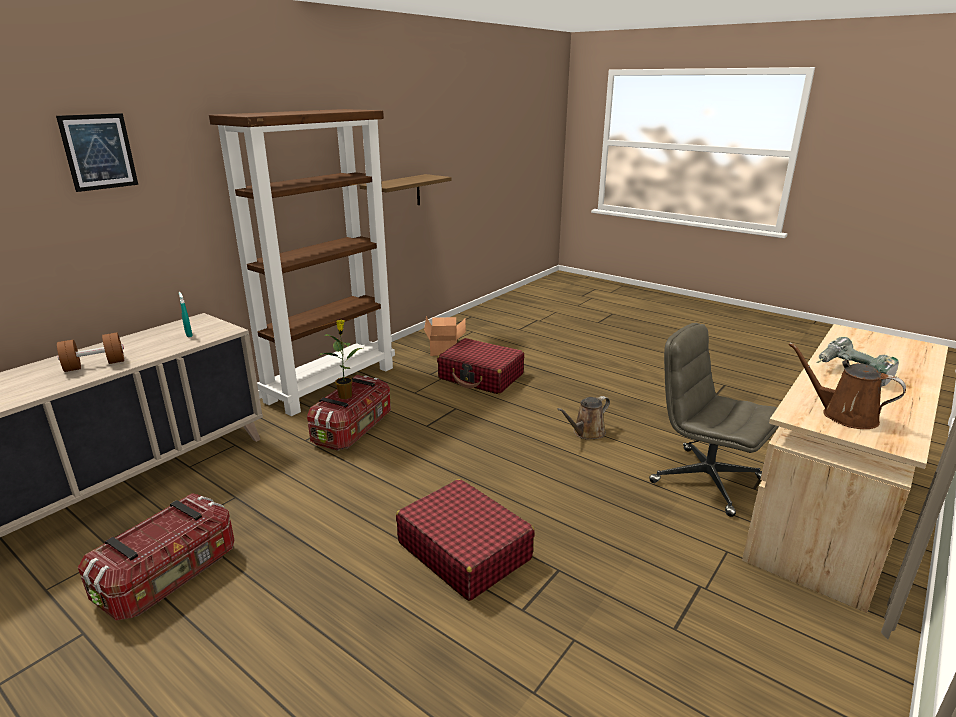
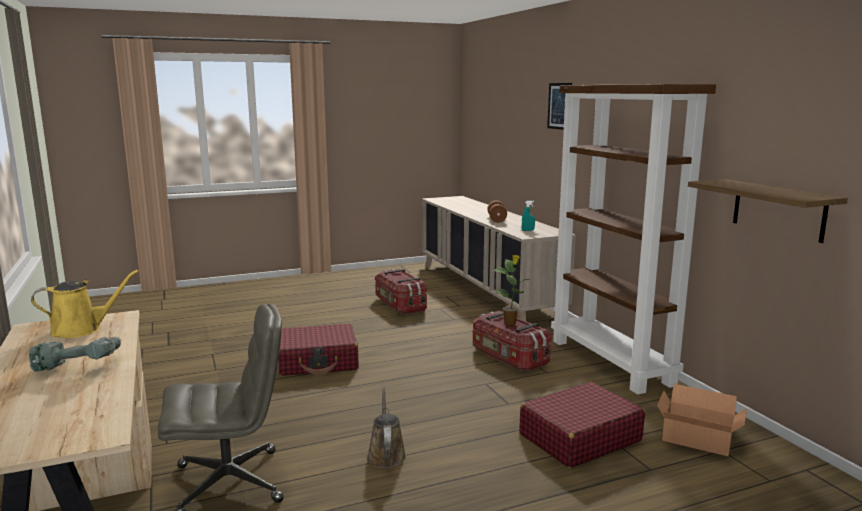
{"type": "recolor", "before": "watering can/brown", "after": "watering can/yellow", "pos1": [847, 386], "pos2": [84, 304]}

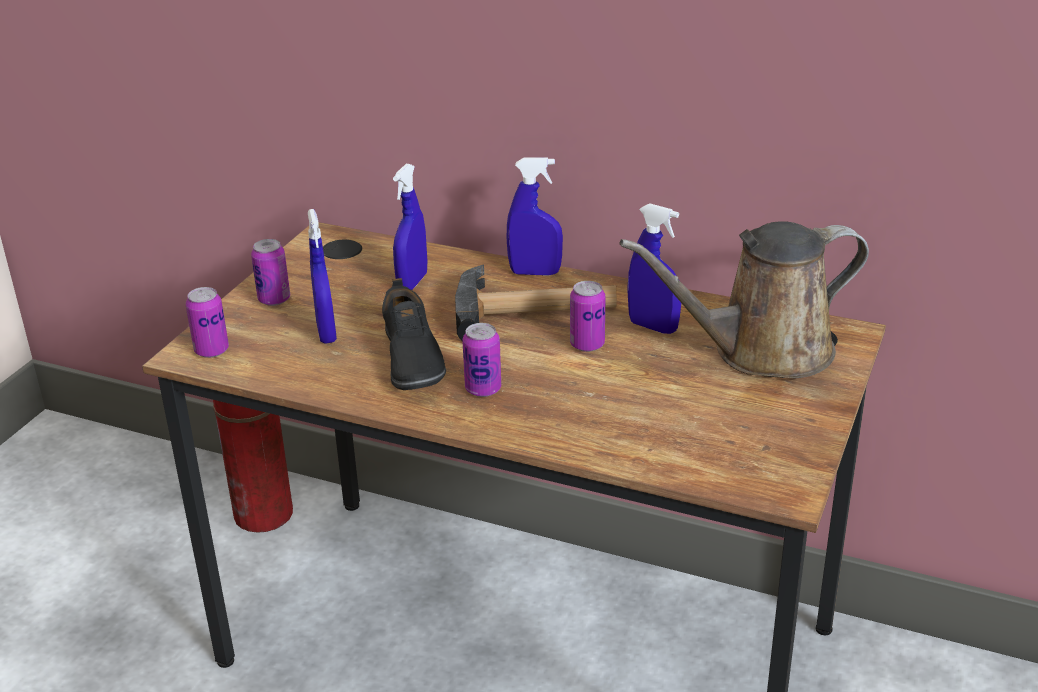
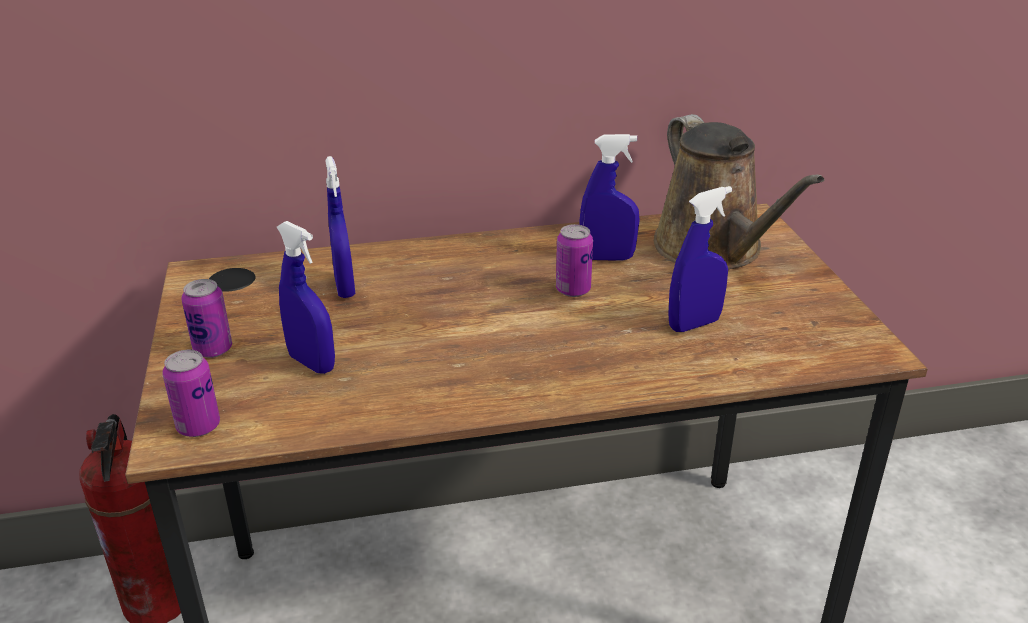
{"type": "delete", "before": "shoe/black", "pos1": [414, 334]}
{"type": "delete", "before": "hammer", "pos1": [536, 302]}
{"type": "delete", "before": "can", "pos1": [481, 360]}
{"type": "move", "before": "spray bottle/blue", "pos1": [535, 216], "pos2": [700, 259]}
{"type": "rotate", "before": "watering can/brown", "pos1": [744, 300], "pos2": [739, 191], "turn": -60}

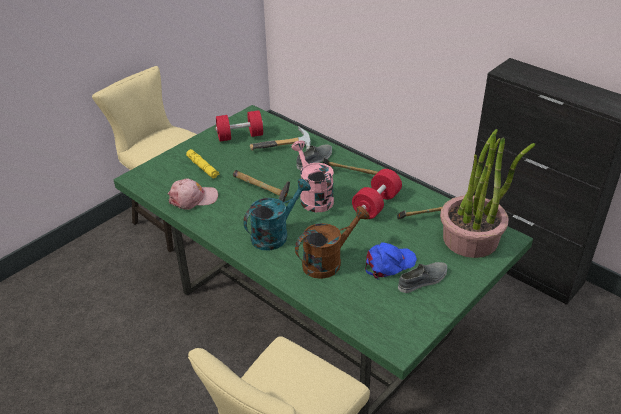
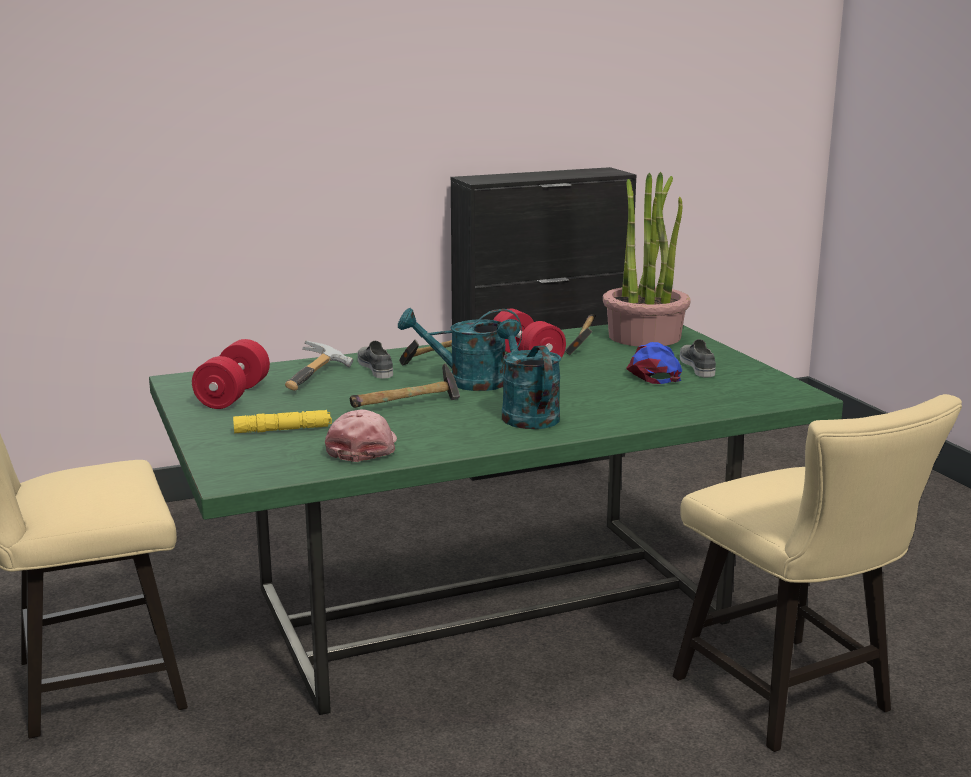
{"type": "recolor", "before": "watering can/pink", "after": "watering can/turquoise", "pos1": [312, 176], "pos2": [460, 349]}
{"type": "delete", "before": "watering can/brown", "pos1": [332, 242]}

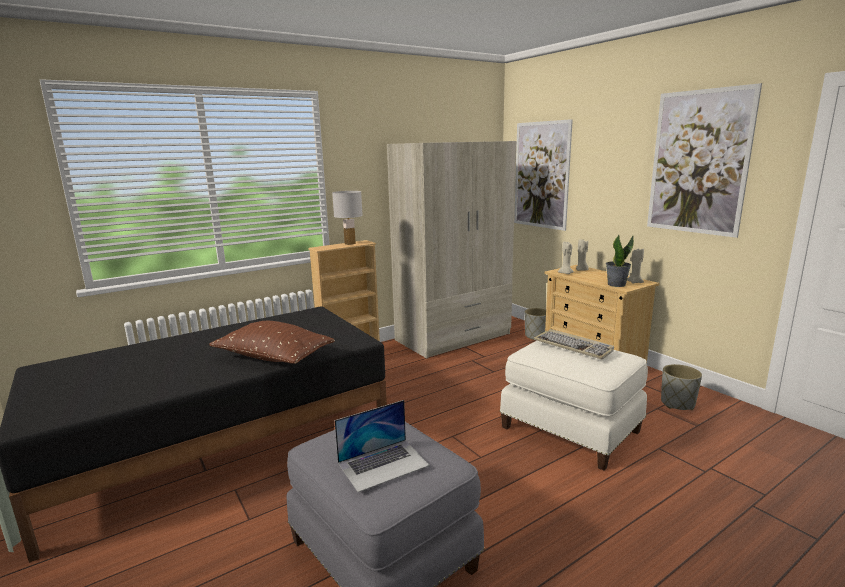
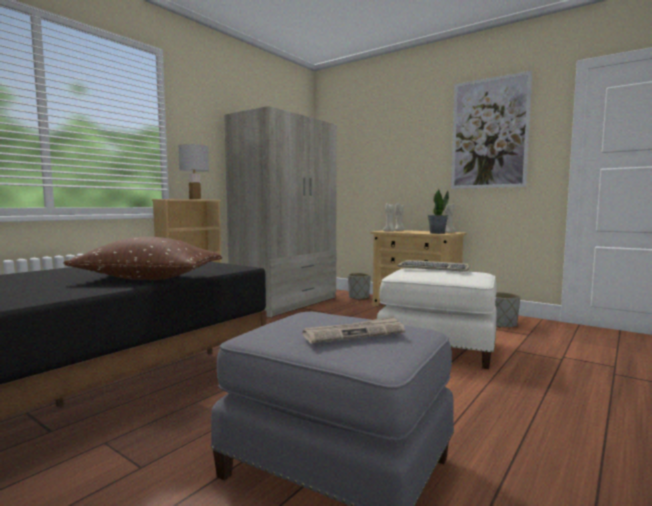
{"type": "replace", "before": "laptop", "after": "newspaper", "pos1": [382, 446], "pos2": [353, 329]}
{"type": "delete", "before": "picture", "pos1": [543, 175]}

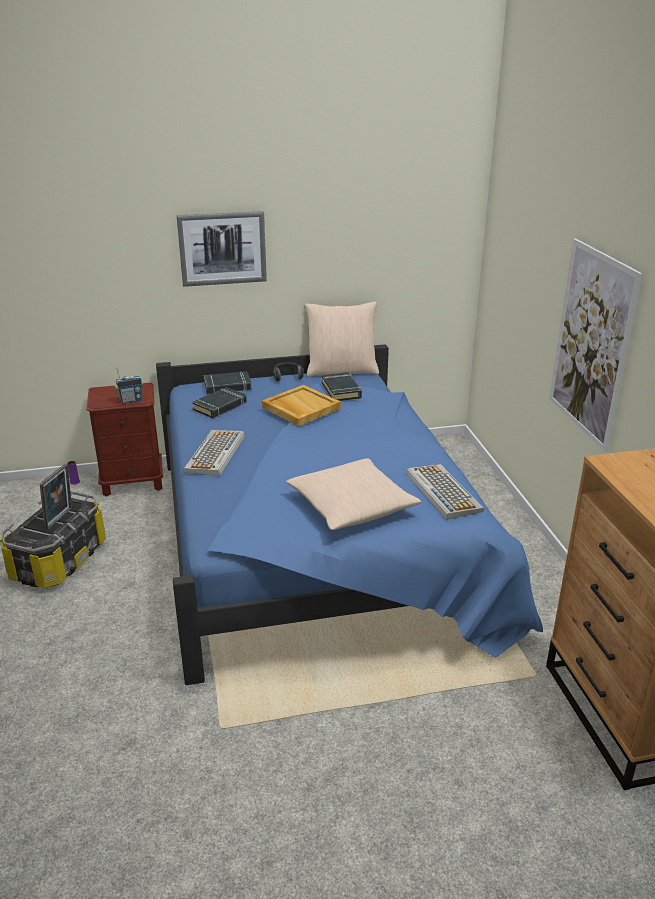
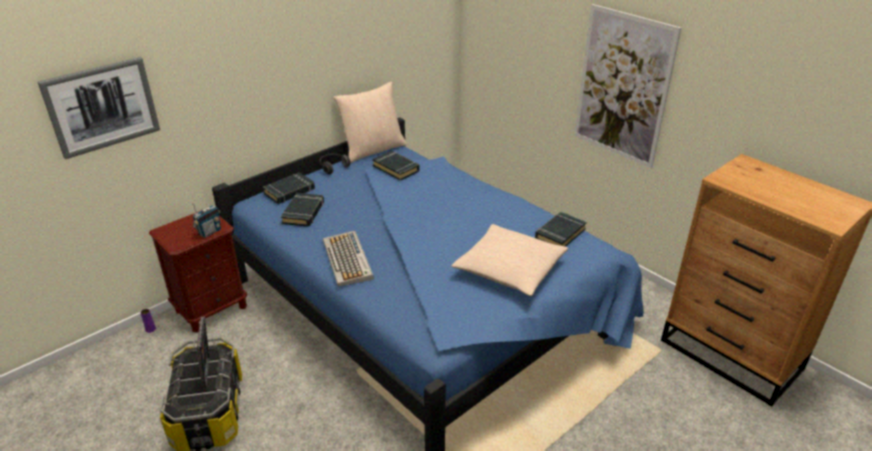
{"type": "move", "before": "picture", "pos1": [221, 249], "pos2": [99, 108]}
{"type": "delete", "before": "tray/beige", "pos1": [301, 405]}
{"type": "replace", "before": "keyboard", "after": "book/black", "pos1": [445, 492], "pos2": [561, 229]}

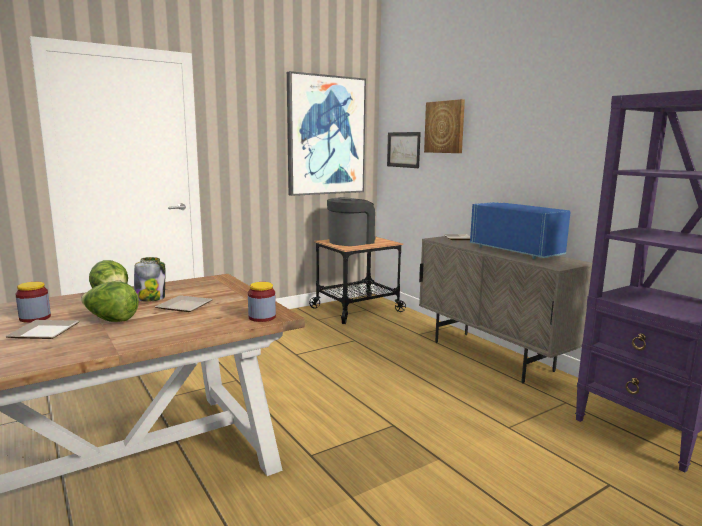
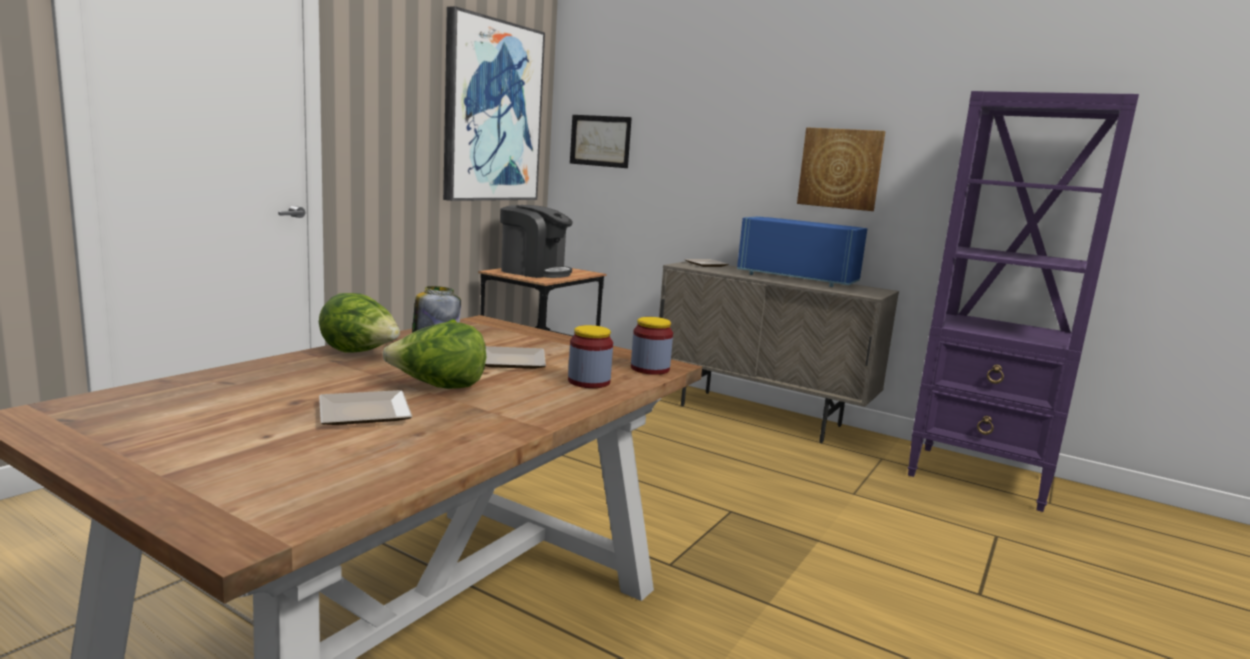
{"type": "move", "before": "jar", "pos1": [33, 302], "pos2": [590, 356]}
{"type": "rotate", "before": "coffee machine", "pos1": [351, 221], "pos2": [536, 241], "turn": 90}
{"type": "move", "before": "picture", "pos1": [444, 126], "pos2": [841, 169]}

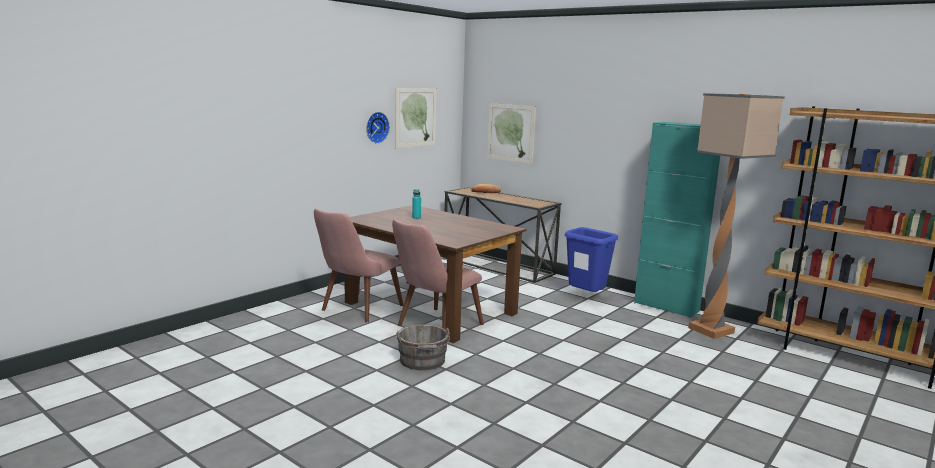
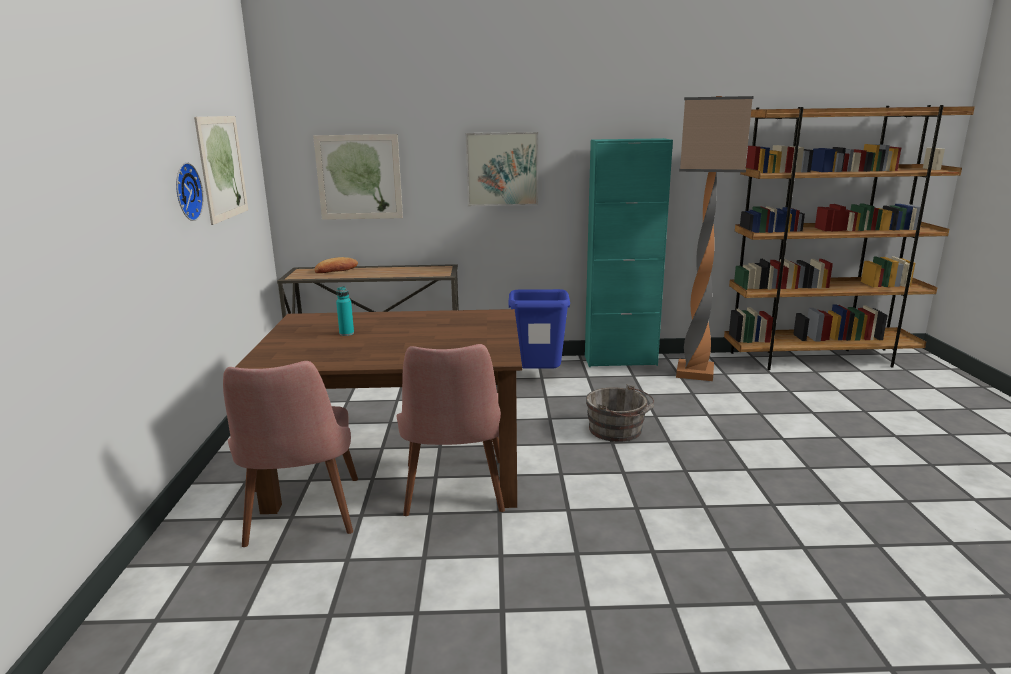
{"type": "move", "before": "bucket/grey", "pos1": [423, 347], "pos2": [620, 413]}
{"type": "insert", "after": "picture", "pos2": [502, 169]}

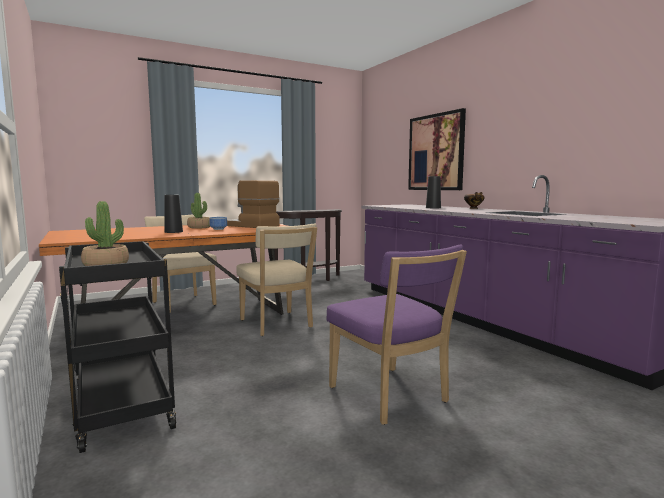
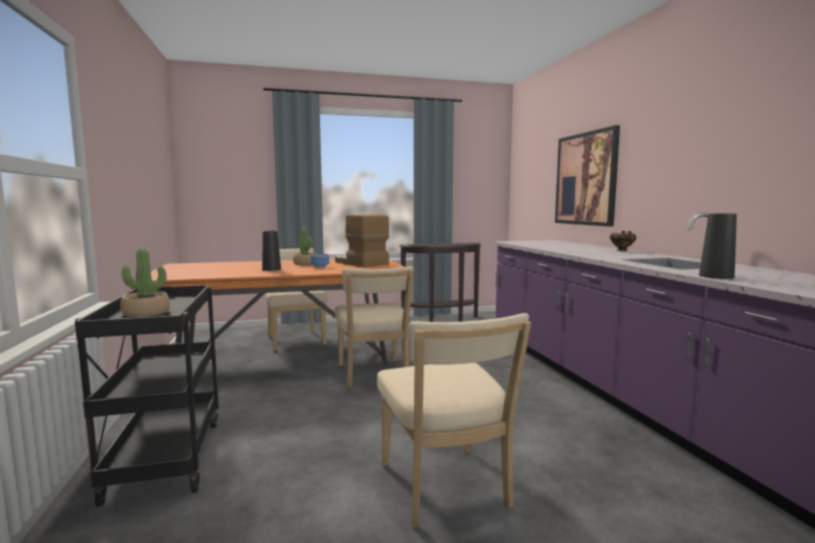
{"type": "recolor", "before": "chair/purple", "after": "chair/beige", "pos1": [396, 335], "pos2": [454, 420]}
{"type": "move", "before": "vase/black", "pos1": [433, 192], "pos2": [718, 246]}

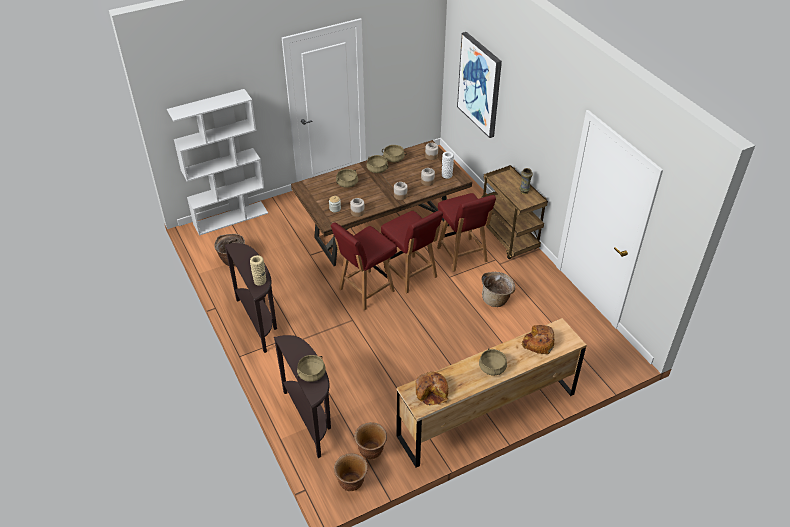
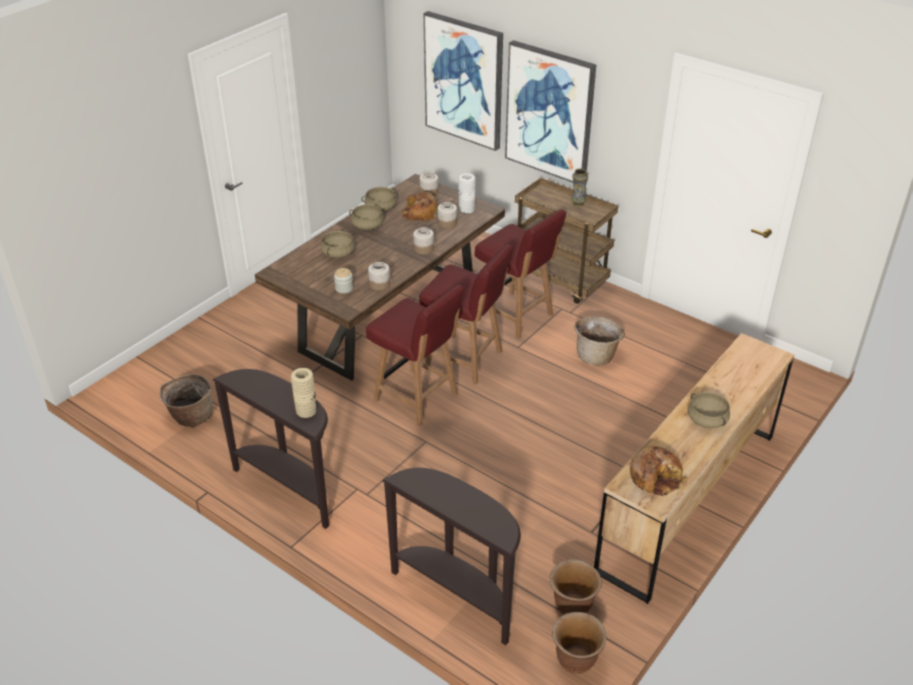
{"type": "delete", "before": "bookcase/white", "pos1": [217, 162]}
{"type": "delete", "before": "cooking pot/beige", "pos1": [311, 368]}
{"type": "rotate", "before": "chair/red", "pos1": [364, 266], "pos2": [415, 355], "turn": -75}
{"type": "move", "before": "bread", "pos1": [537, 339], "pos2": [419, 206]}
{"type": "insert", "after": "picture", "pos2": [550, 111]}

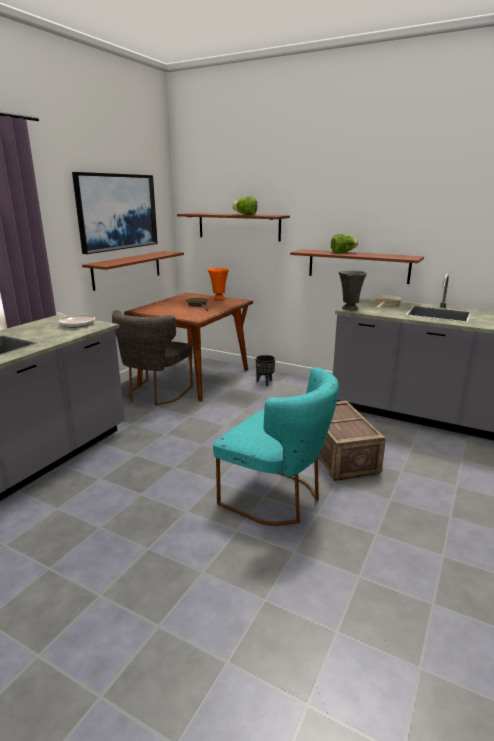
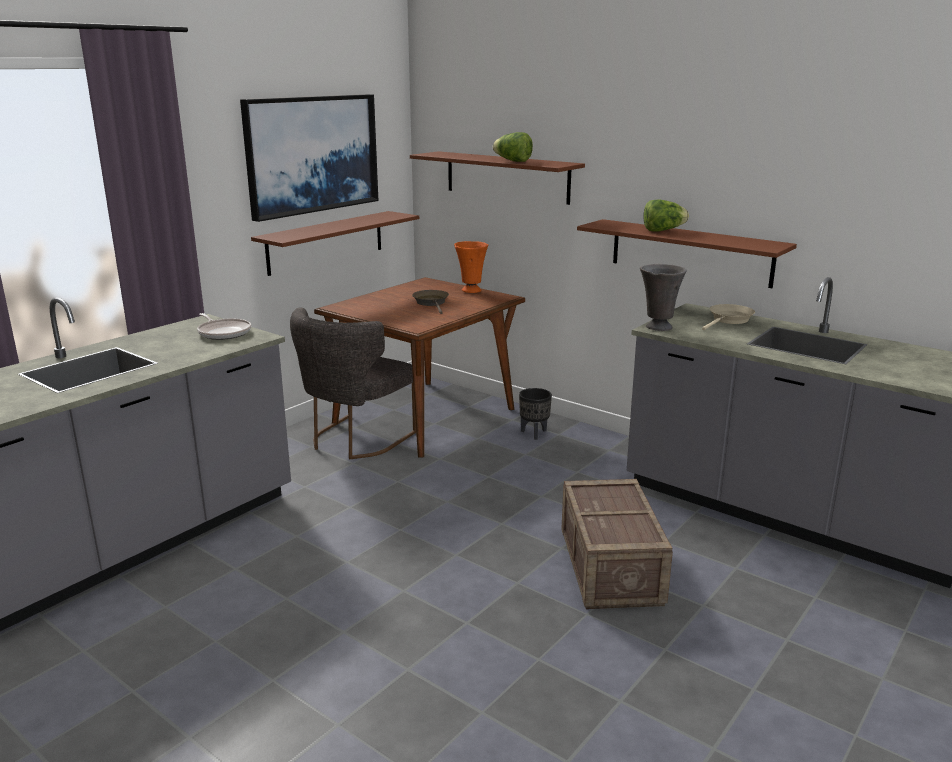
{"type": "delete", "before": "chair/turquoise", "pos1": [276, 446]}

